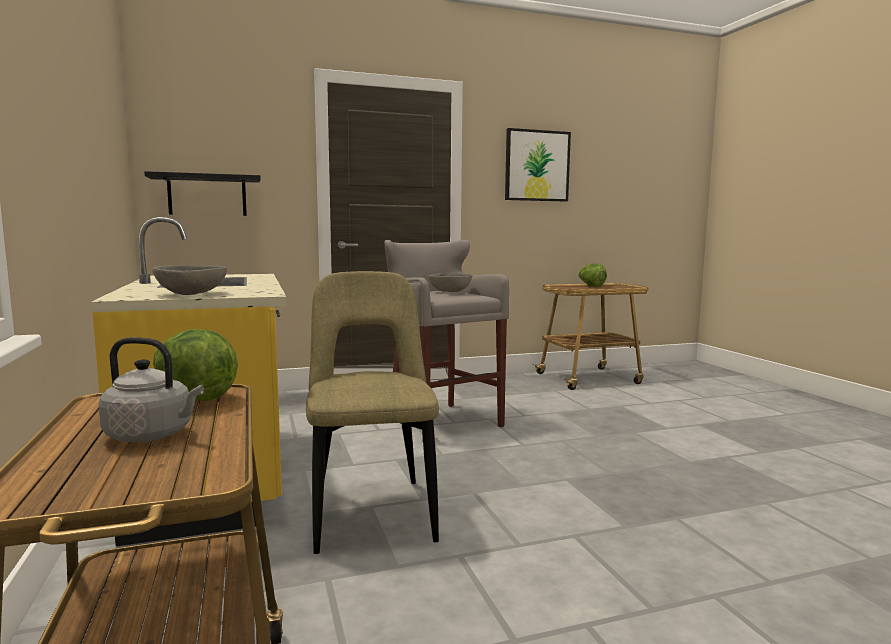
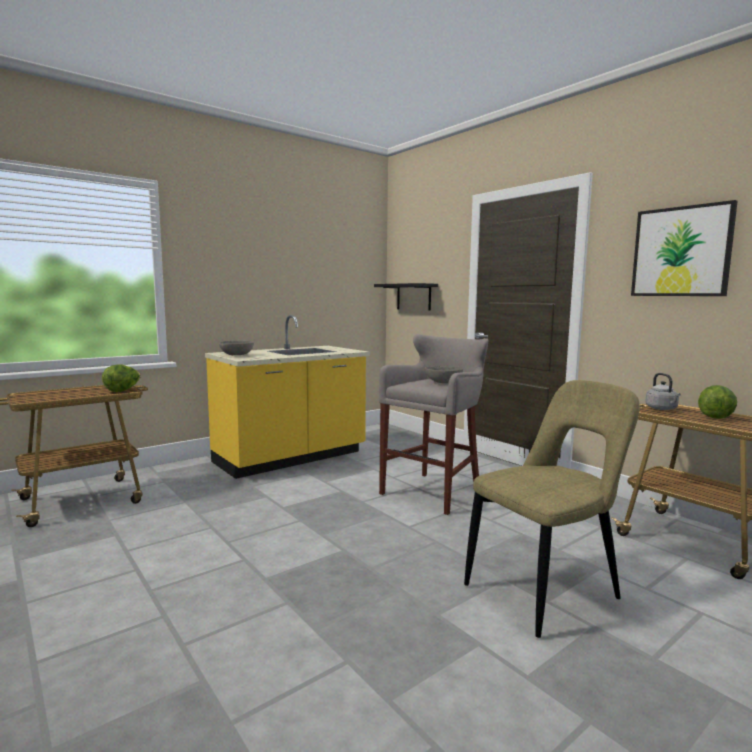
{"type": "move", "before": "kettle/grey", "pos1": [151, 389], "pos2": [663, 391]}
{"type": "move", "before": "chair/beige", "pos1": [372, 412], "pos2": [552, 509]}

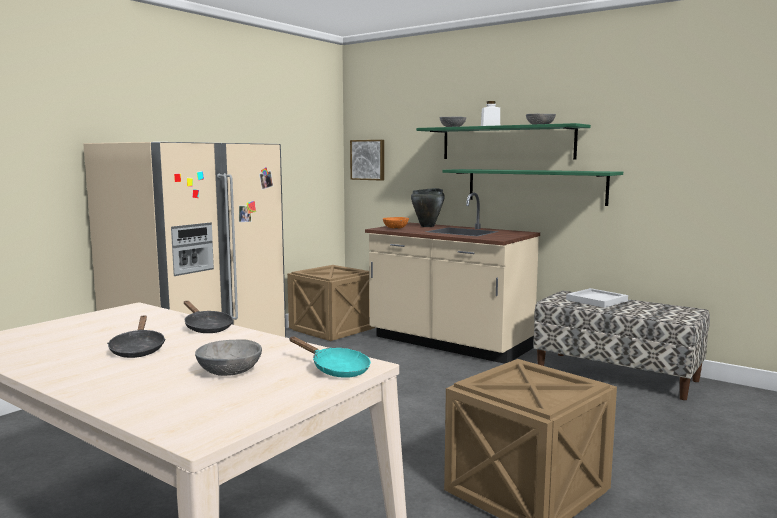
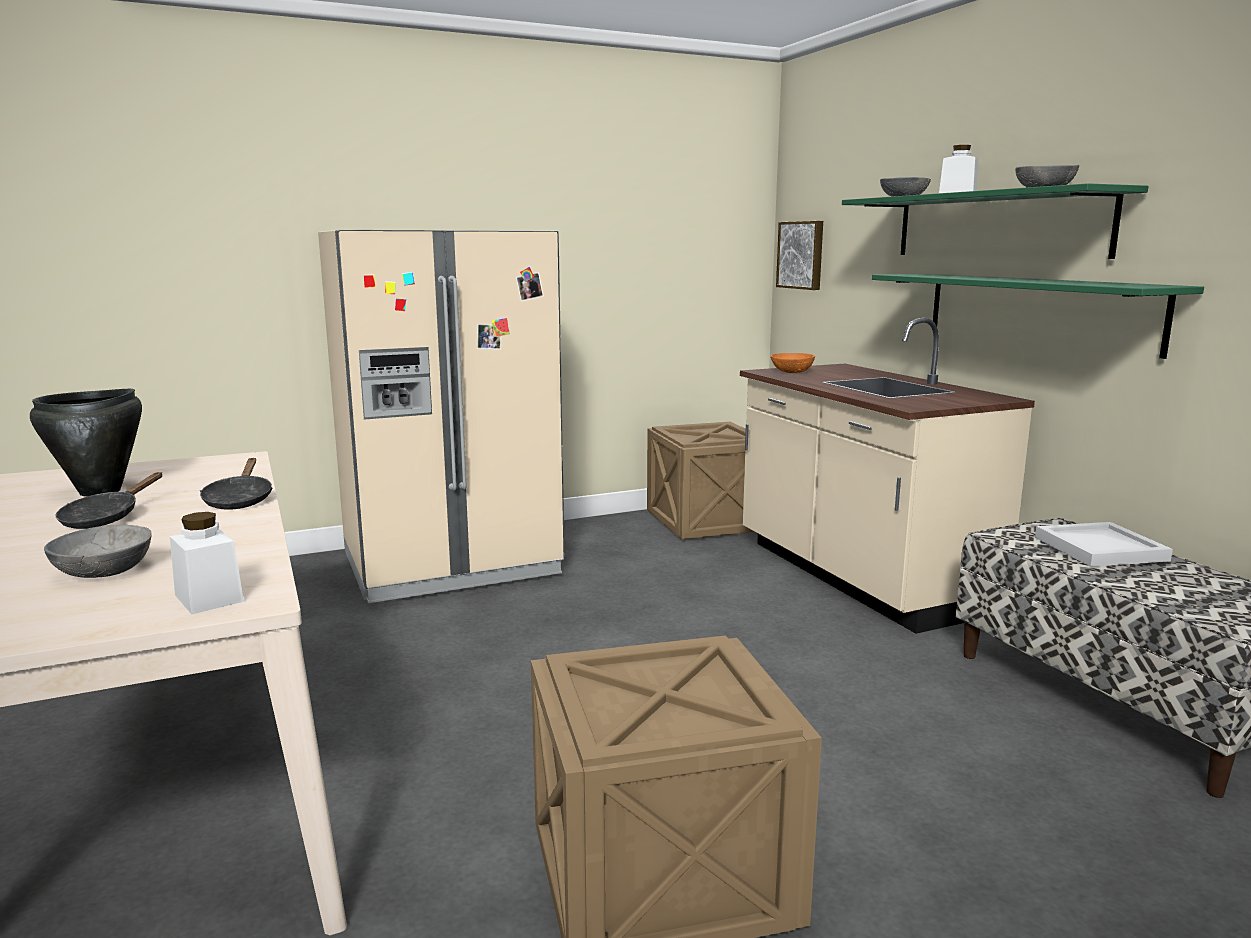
{"type": "replace", "before": "frying pan/turquoise", "after": "jar/white", "pos1": [330, 357], "pos2": [207, 563]}
{"type": "move", "before": "cooking pot/black", "pos1": [428, 207], "pos2": [86, 443]}

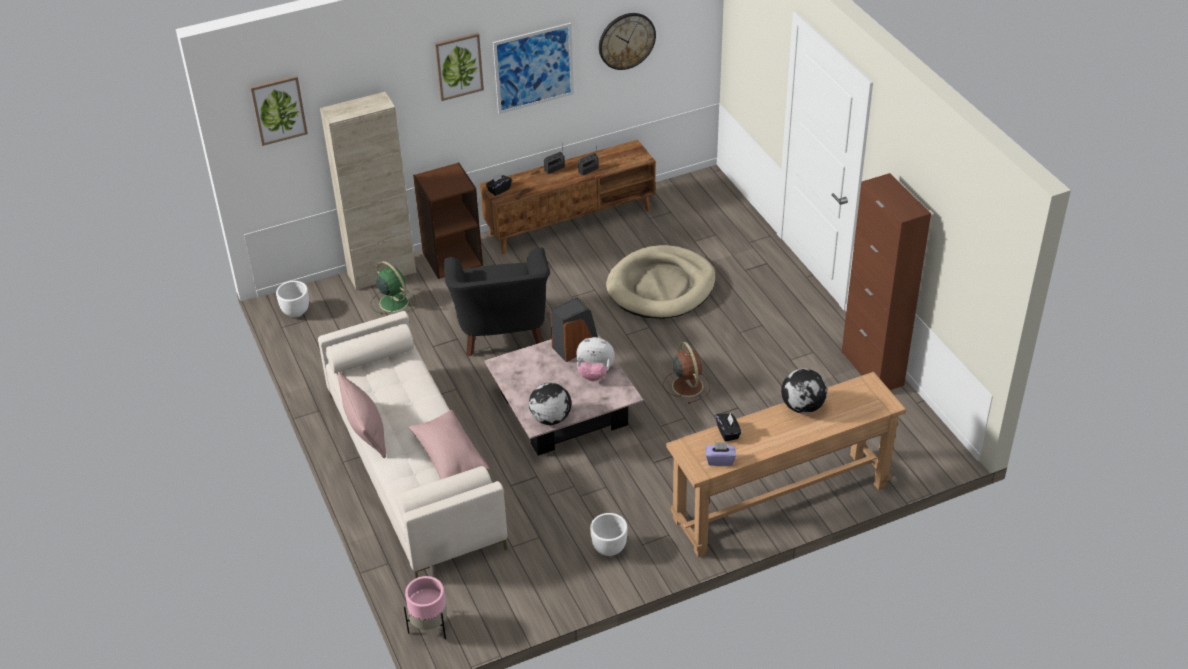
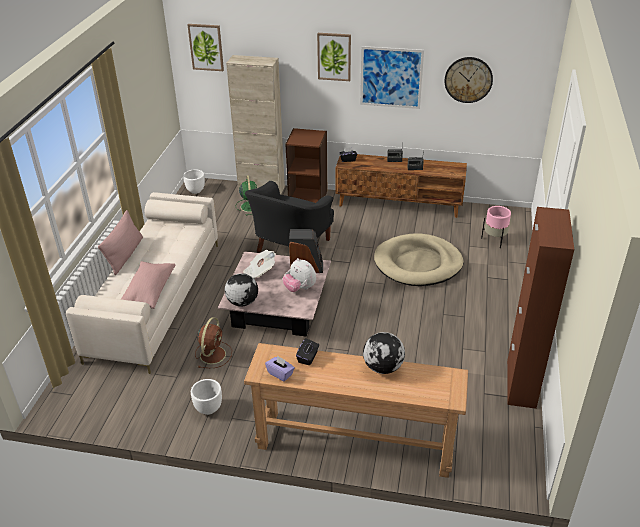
{"type": "move", "before": "planter/pink", "pos1": [425, 607], "pos2": [496, 227]}
{"type": "move", "before": "fan/brown", "pos1": [686, 372], "pos2": [213, 342]}
{"type": "insert", "after": "newspaper", "pos2": [259, 264]}

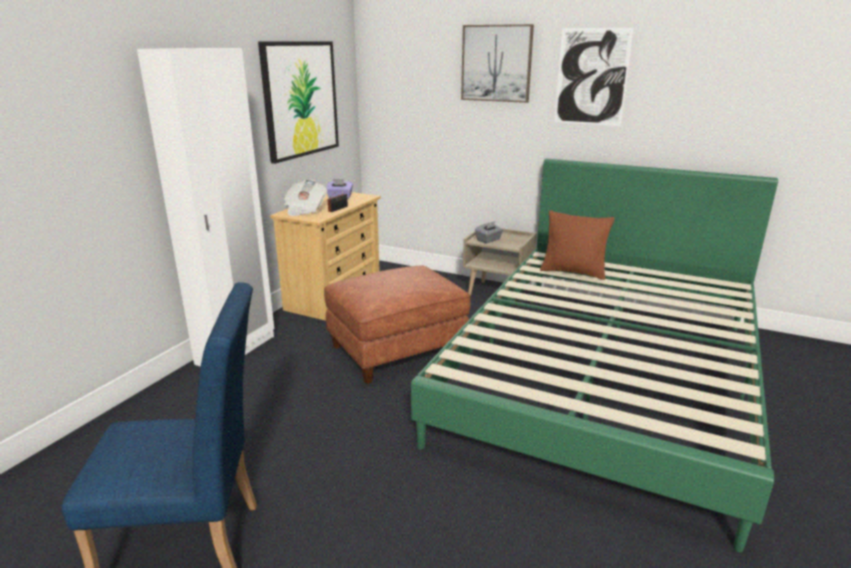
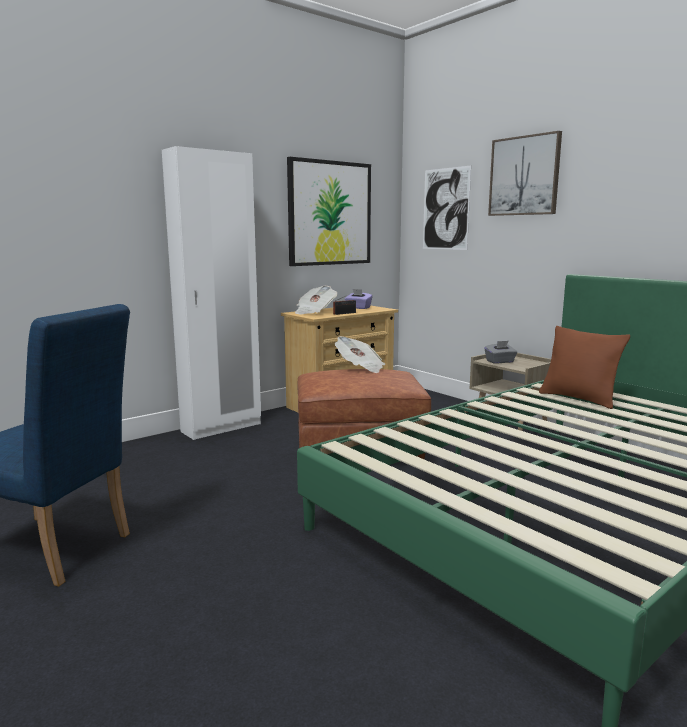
{"type": "move", "before": "picture", "pos1": [594, 77], "pos2": [447, 207]}
{"type": "insert", "after": "newspaper", "pos2": [360, 354]}

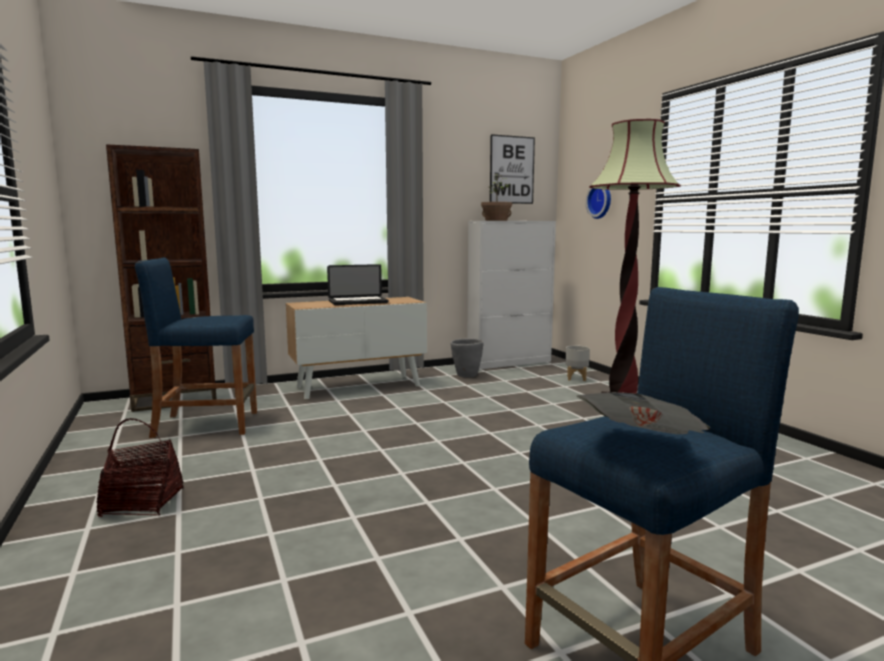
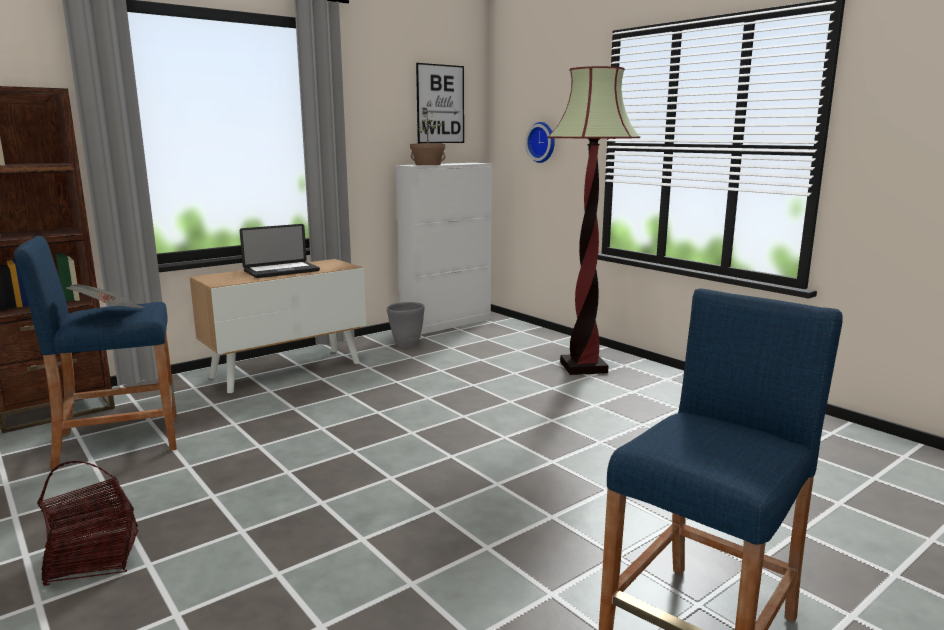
{"type": "delete", "before": "planter/grey", "pos1": [577, 363]}
{"type": "move", "before": "newspaper", "pos1": [643, 413], "pos2": [105, 296]}

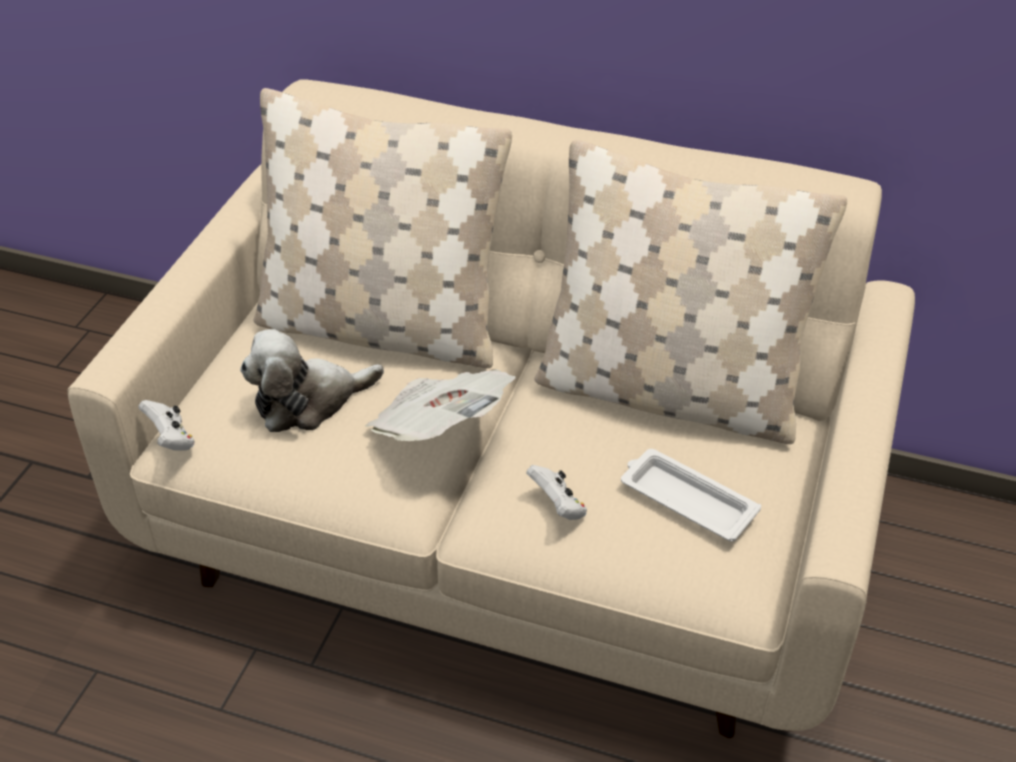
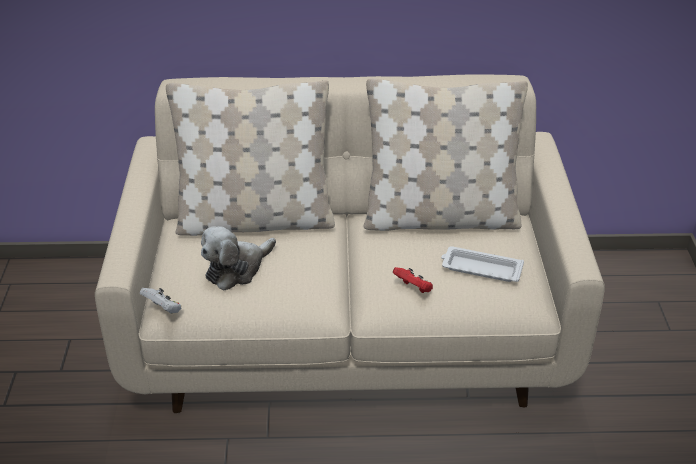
{"type": "delete", "before": "newspaper", "pos1": [440, 405]}
{"type": "recolor", "before": "game controller/white", "after": "game controller/red", "pos1": [556, 492], "pos2": [413, 280]}

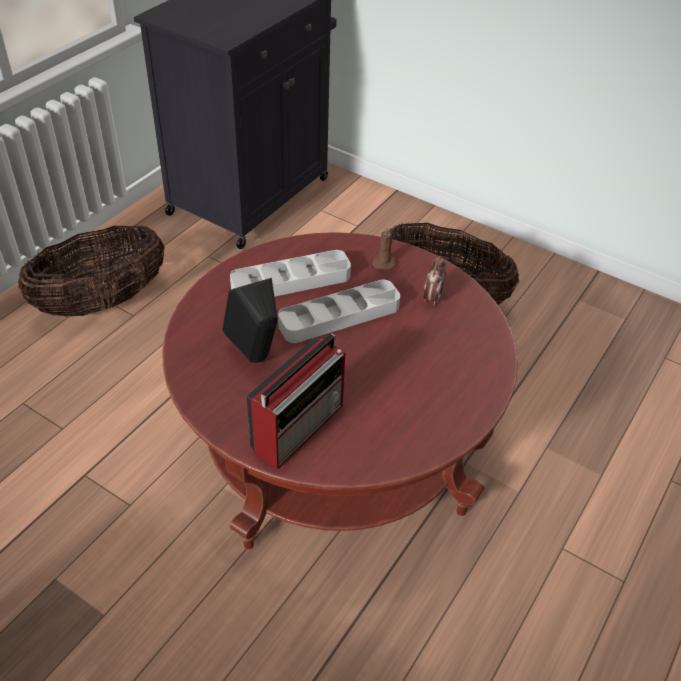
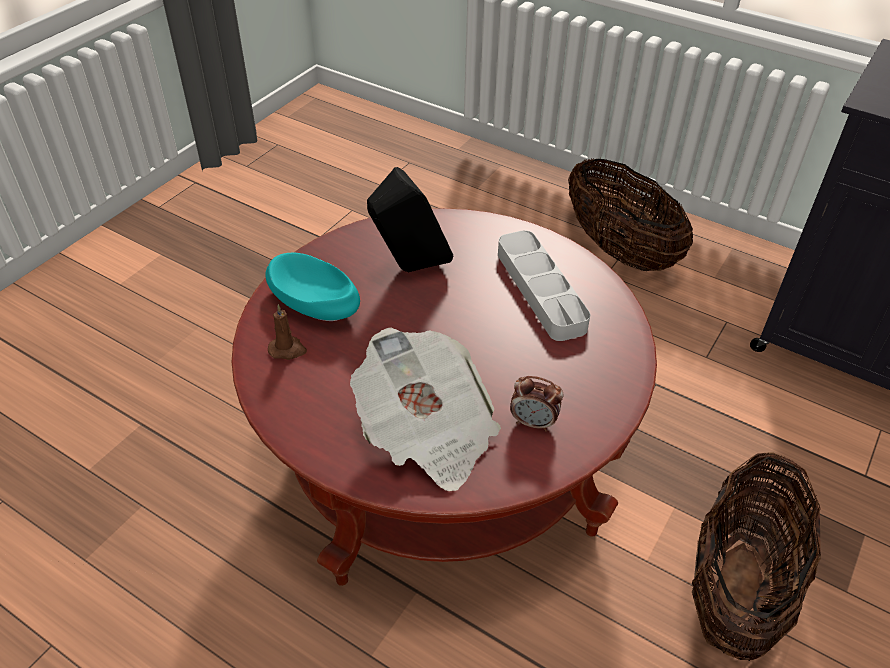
{"type": "replace", "before": "radio", "after": "bowl/turquoise", "pos1": [296, 401], "pos2": [312, 287]}
{"type": "delete", "before": "tray/grey", "pos1": [339, 311]}
{"type": "move", "before": "candle/brown", "pos1": [383, 248], "pos2": [287, 332]}
{"type": "insert", "after": "newspaper", "pos2": [425, 409]}

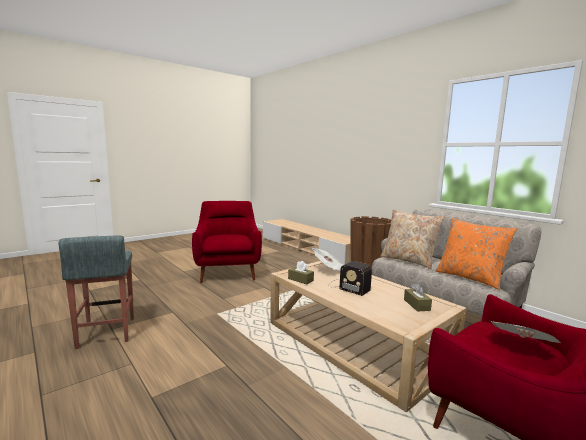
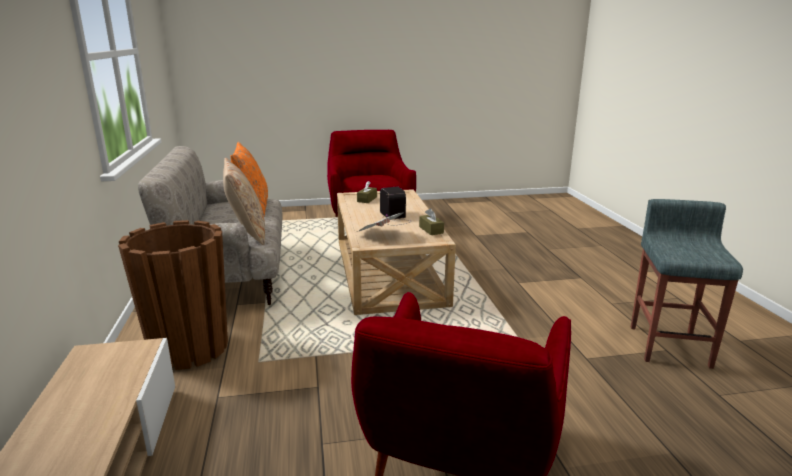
{"type": "delete", "before": "newspaper", "pos1": [526, 332]}

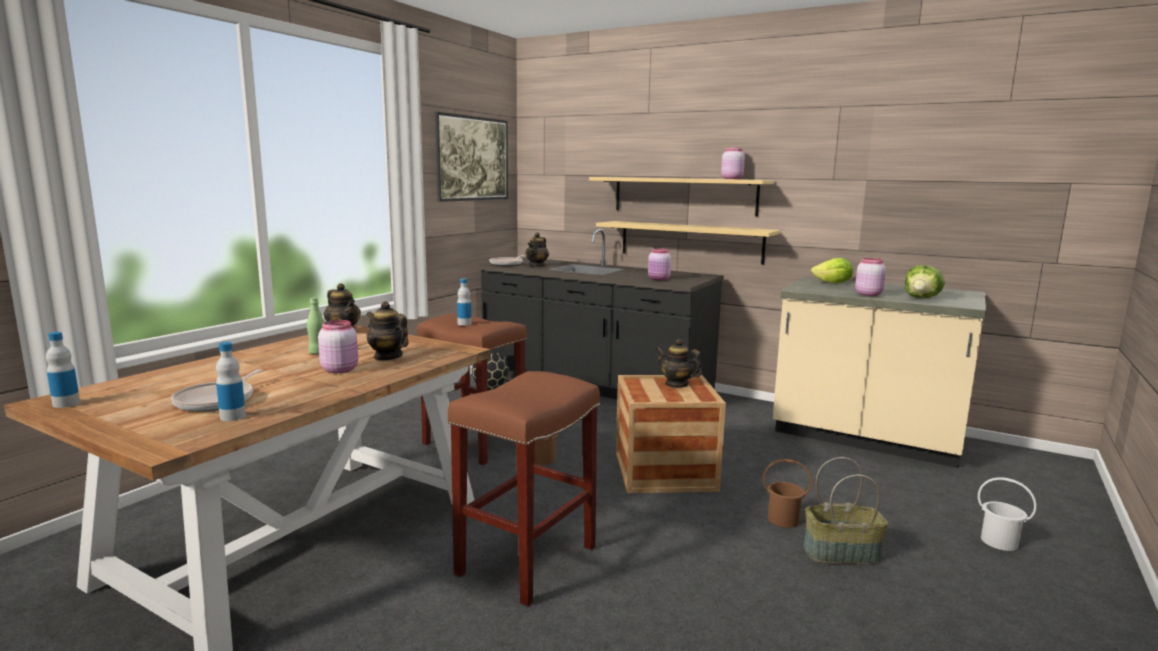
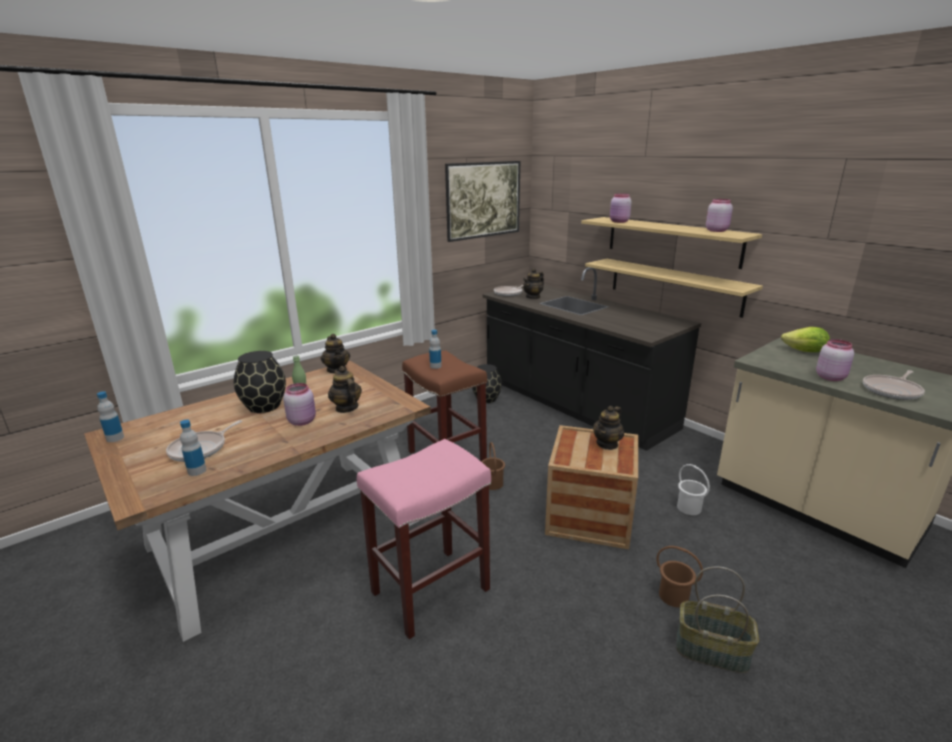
{"type": "recolor", "before": "stool/brown", "after": "stool/pink", "pos1": [524, 488], "pos2": [424, 539]}
{"type": "move", "before": "jar/pink", "pos1": [659, 264], "pos2": [621, 208]}
{"type": "rotate", "before": "teapot", "pos1": [679, 363], "pos2": [608, 428], "turn": -105}
{"type": "replace", "before": "lettuce", "after": "frying pan", "pos1": [925, 281], "pos2": [894, 385]}
{"type": "move", "before": "bucket/white", "pos1": [1007, 514], "pos2": [693, 489]}
{"type": "insert", "after": "vase/black", "pos2": [260, 382]}

